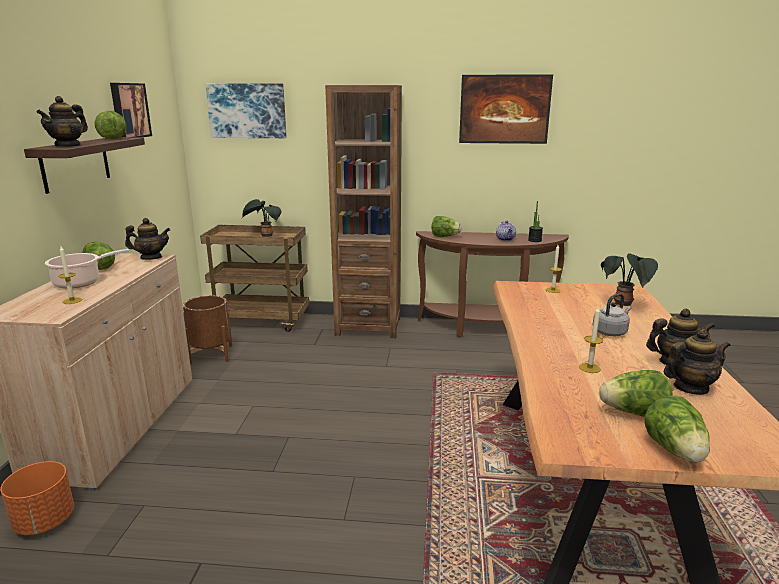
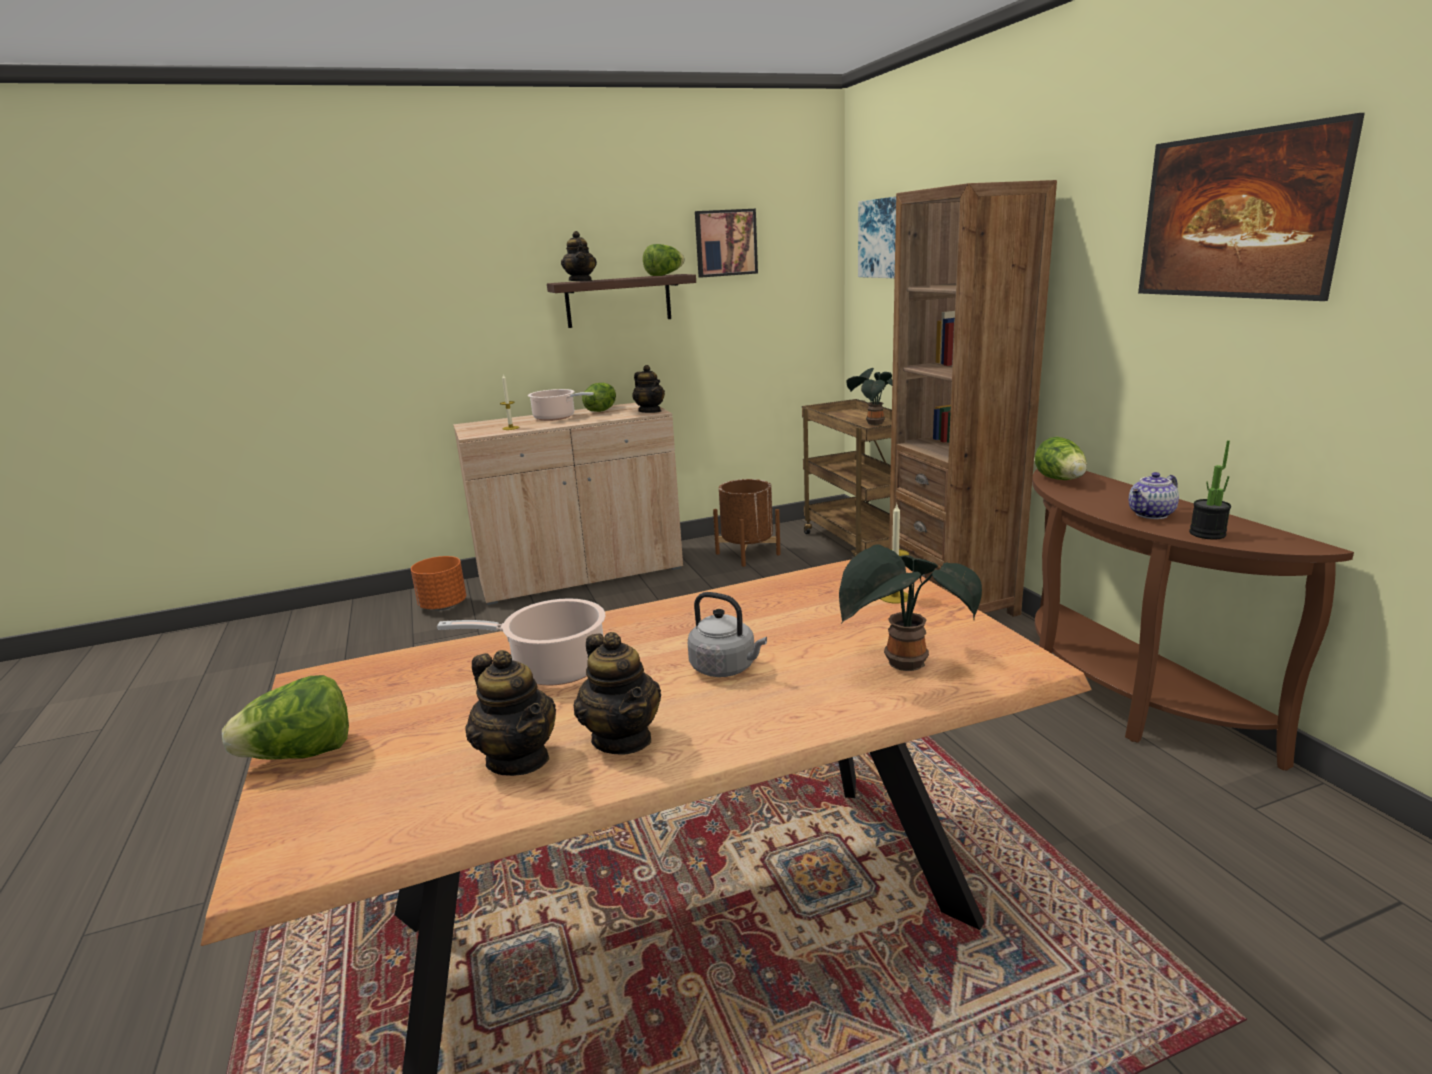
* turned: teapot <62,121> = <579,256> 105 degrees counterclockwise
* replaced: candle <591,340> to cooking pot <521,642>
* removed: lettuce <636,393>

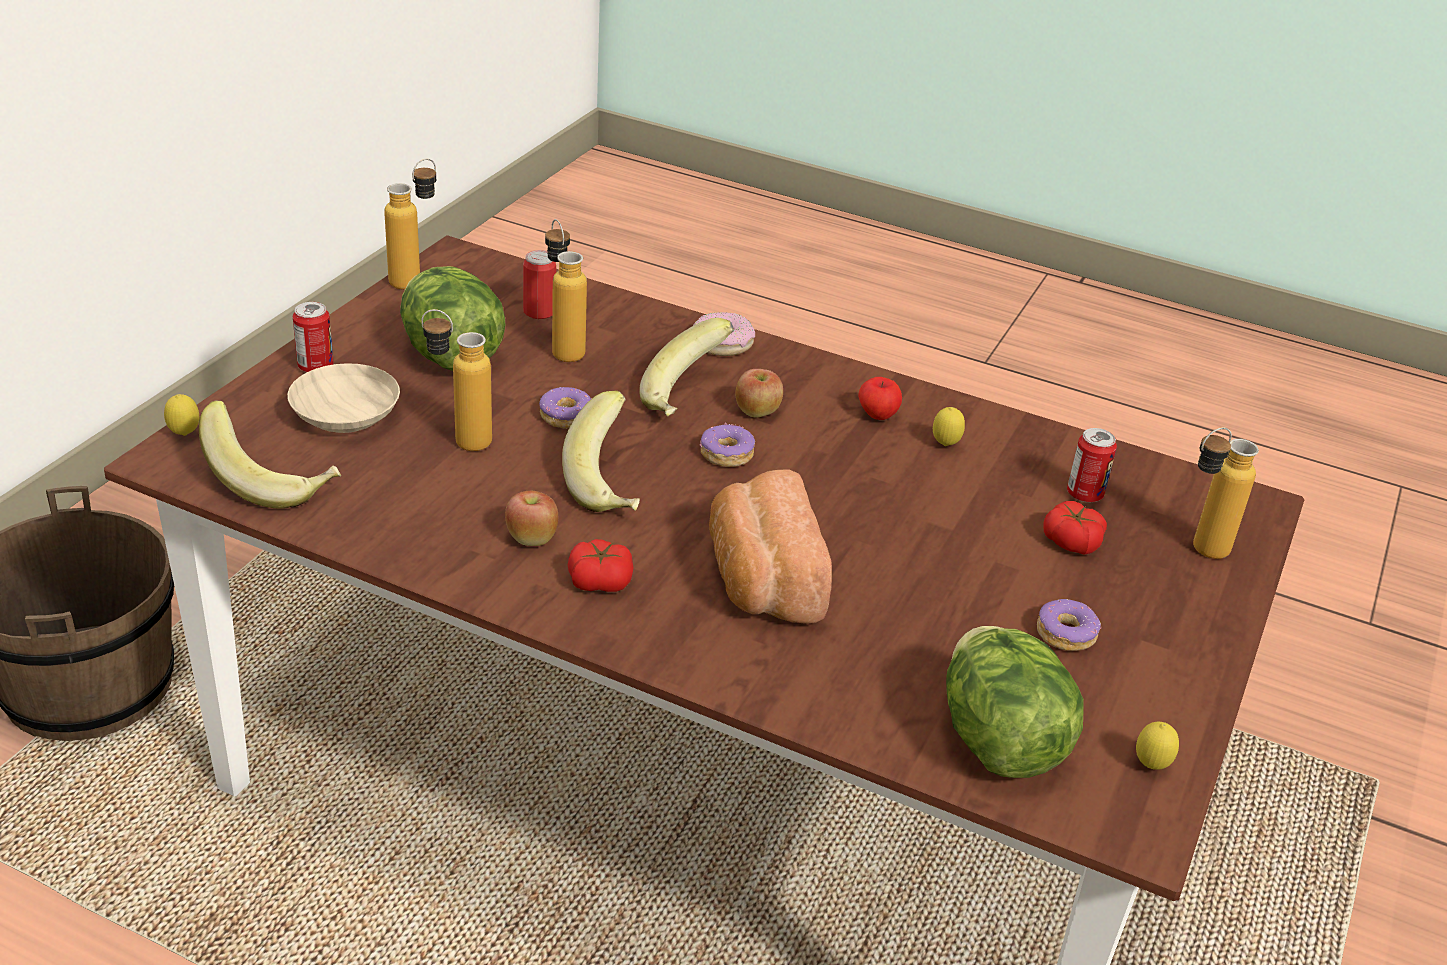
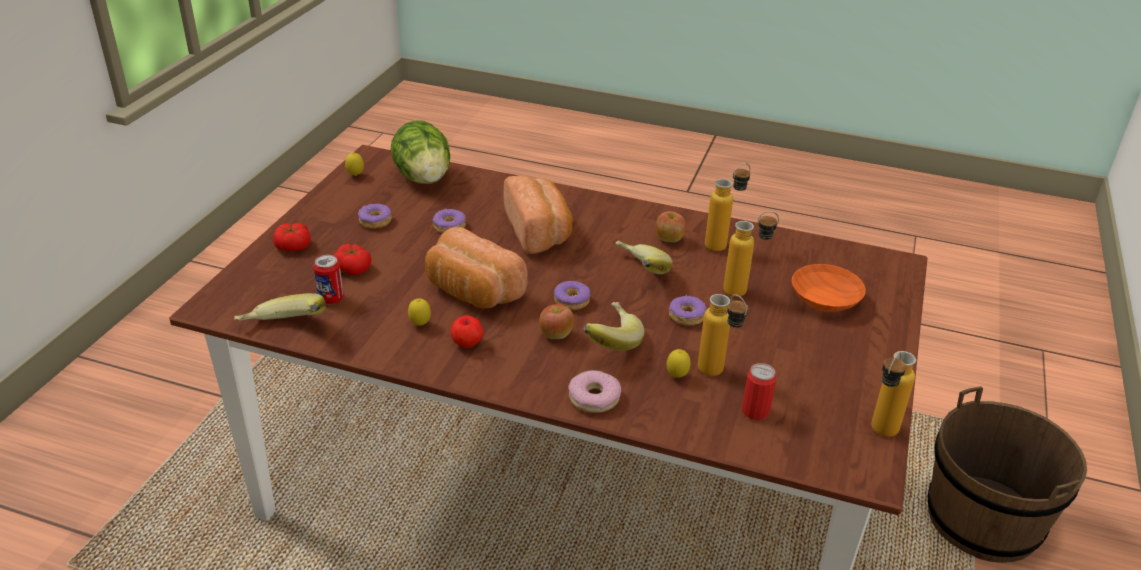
* removed: lettuce <453,318>
* removed: can <313,337>
* recoloured: bowl (beige) <343,398> to bowl (orange) <829,288>
* moved: lemon <181,415> to <679,363>
* moved: banana <270,454> to <280,307>
* moved: bottle <1226,493> to <727,207>
* moved: tomato <600,565> to <292,237>
* added: donut <449,221>
* added: bread <476,267>

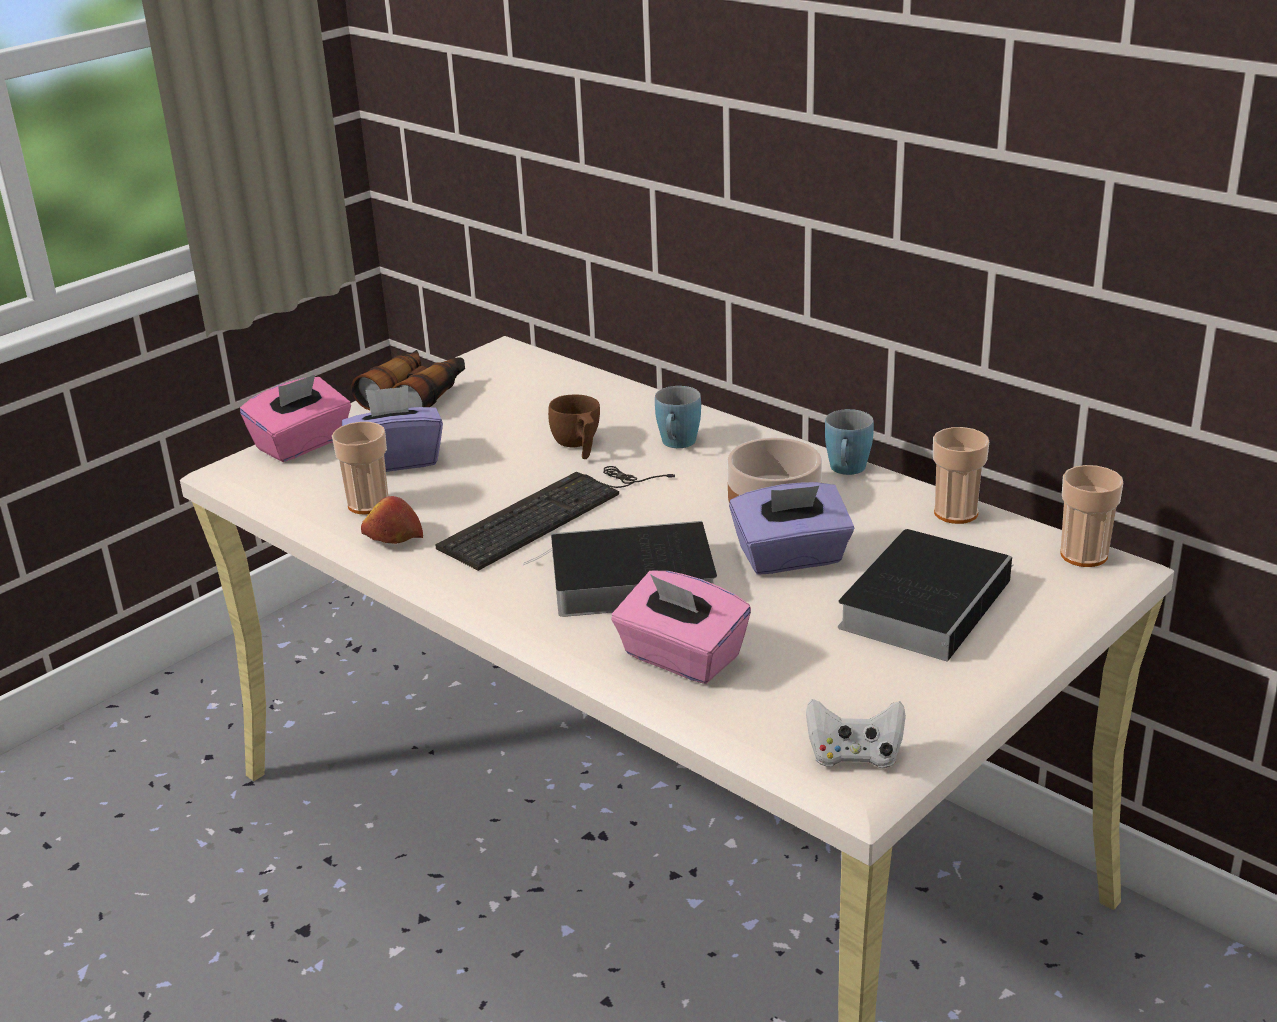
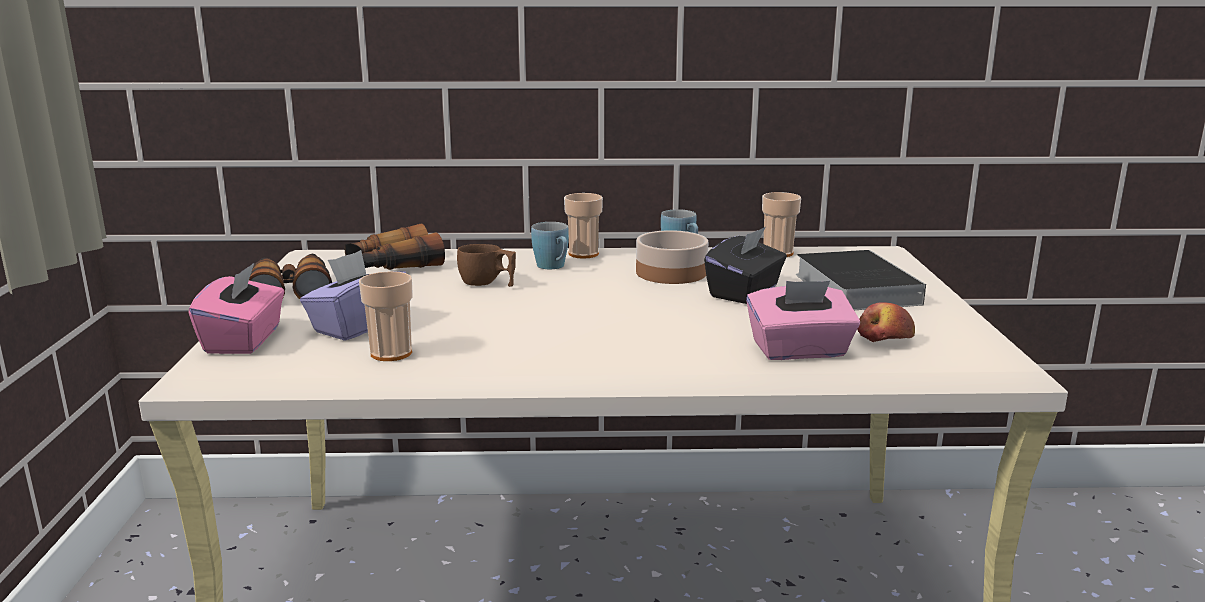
* moved: cup <1091,516> to <583,225>
* removed: keyboard <555,518>
* recoloured: tissue box (purple) <791,528> to tissue box (black) <745,265>
* moved: apple <392,520> to <886,322>
* removed: book <620,569>
* removed: game controller (white) <856,733>
* added: binoculars <394,247>

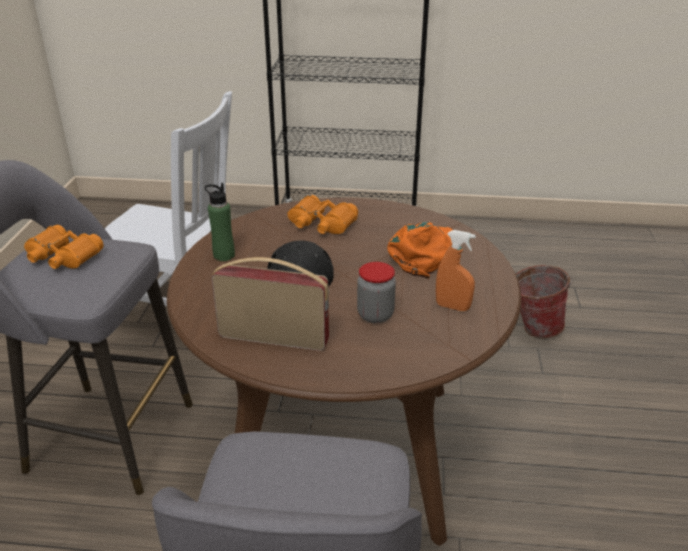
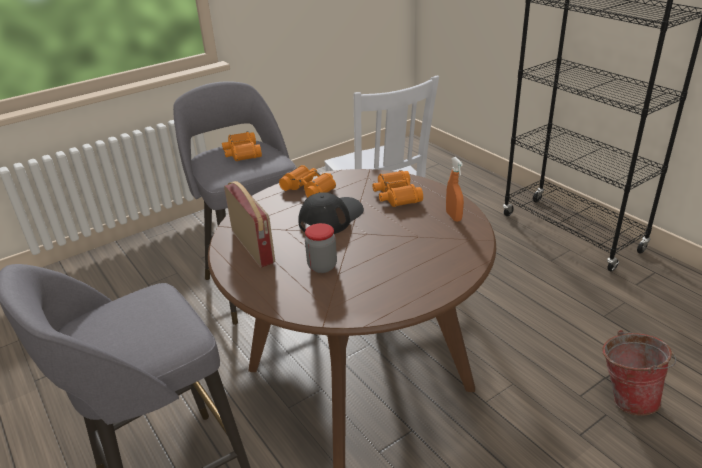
* replaced: bottle (green) <220,222> to binoculars (orange) <307,181>
* removed: cap (orange) <420,250>
* moved: spray bottle (orange) <456,270> to <455,189>

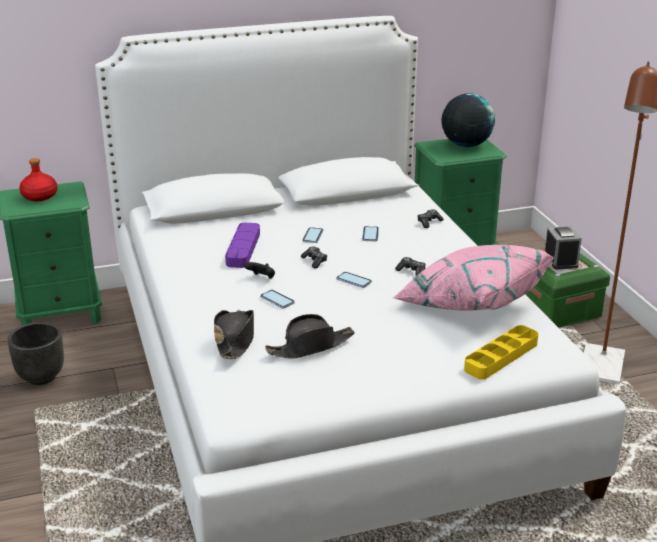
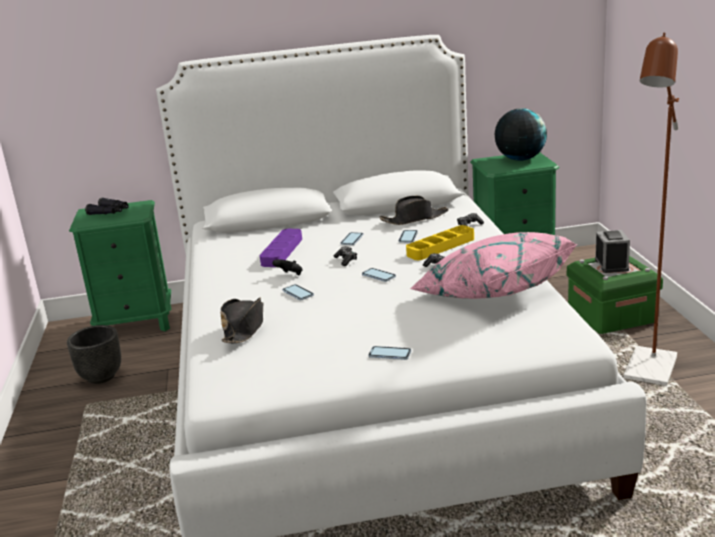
* replaced: bottle (red) <38,179> to binoculars (black) <107,206>
* moved: hat (black) <310,336> to <414,210>
* moved: tray (yellow) <501,352> to <440,242>
* added: phone <389,353>

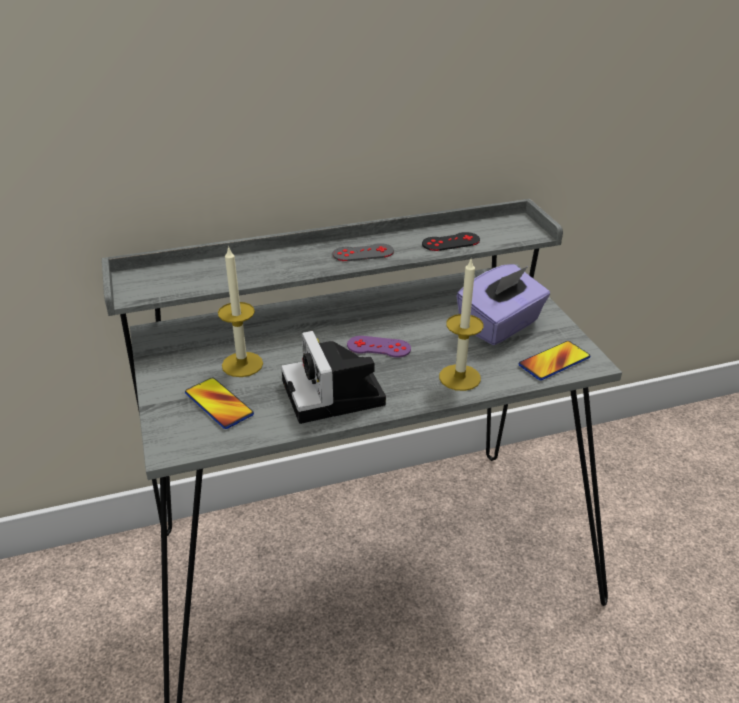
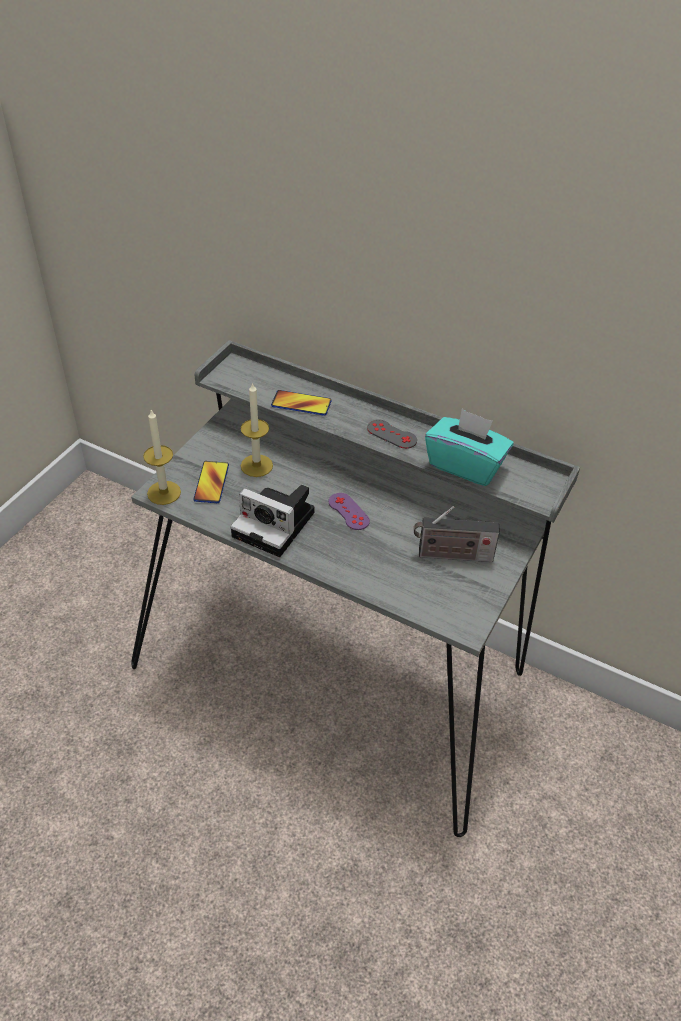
* replaced: game controller (black) <451,241> to tissue box (turquoise) <469,447>
* moved: candle <461,324> to <162,457>
* replaced: tissue box (purple) <503,304> to radio <457,534>
* turned: photo camera <333,377> = <273,521> 90 degrees counterclockwise
* moved: phone <554,360> to <301,403>

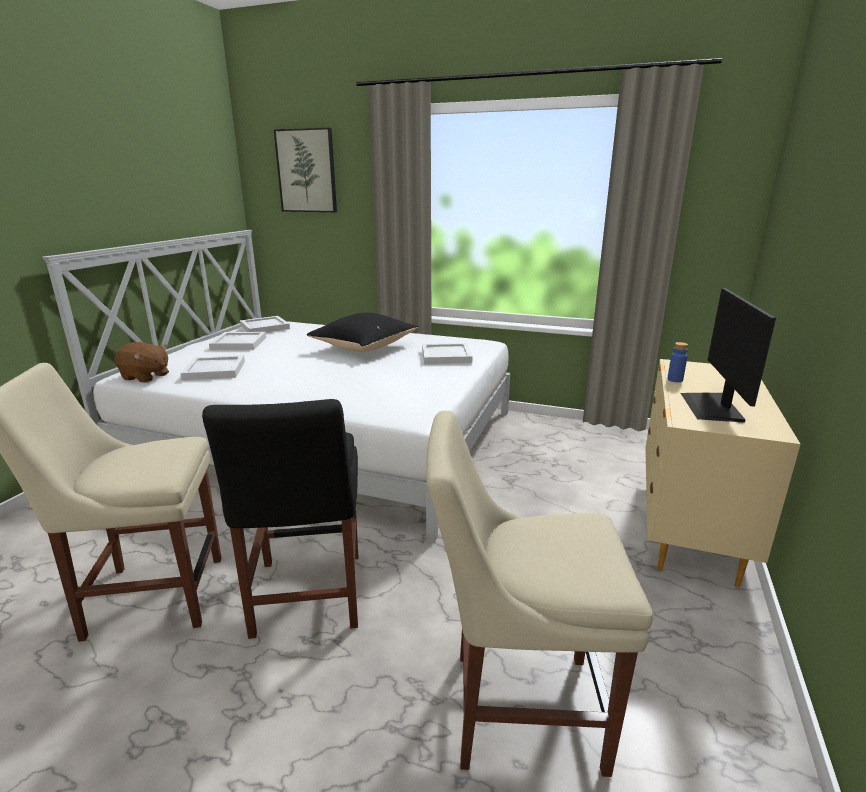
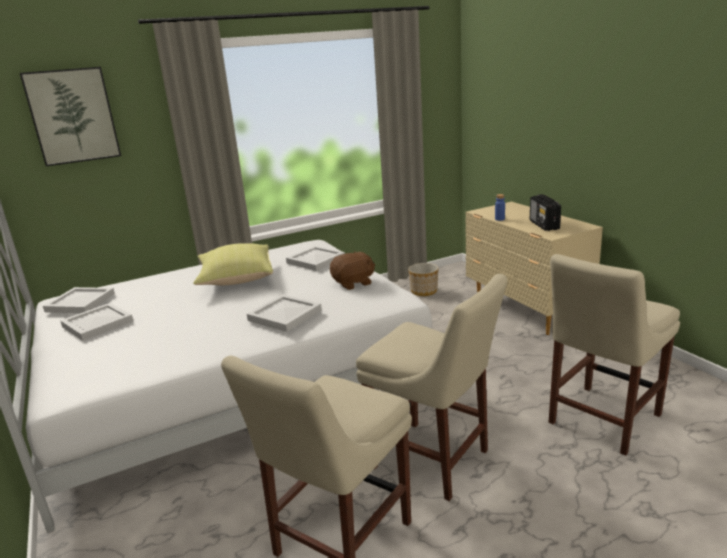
* replaced: monitor <728,355> to radio <545,212>
* recoloured: pillow (black) <362,332> to pillow (yellow) <233,264>
* moved: plush toy (brown) <142,362> to <352,270>
* moved: tray (white) <212,367> to <284,313>
* recoloured: chair (black) <280,519> to chair (beige) <431,387>
* added: planter <423,279>

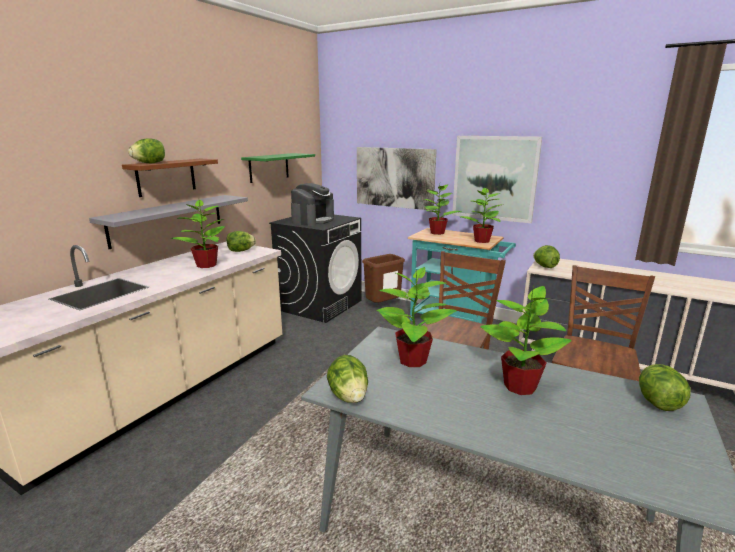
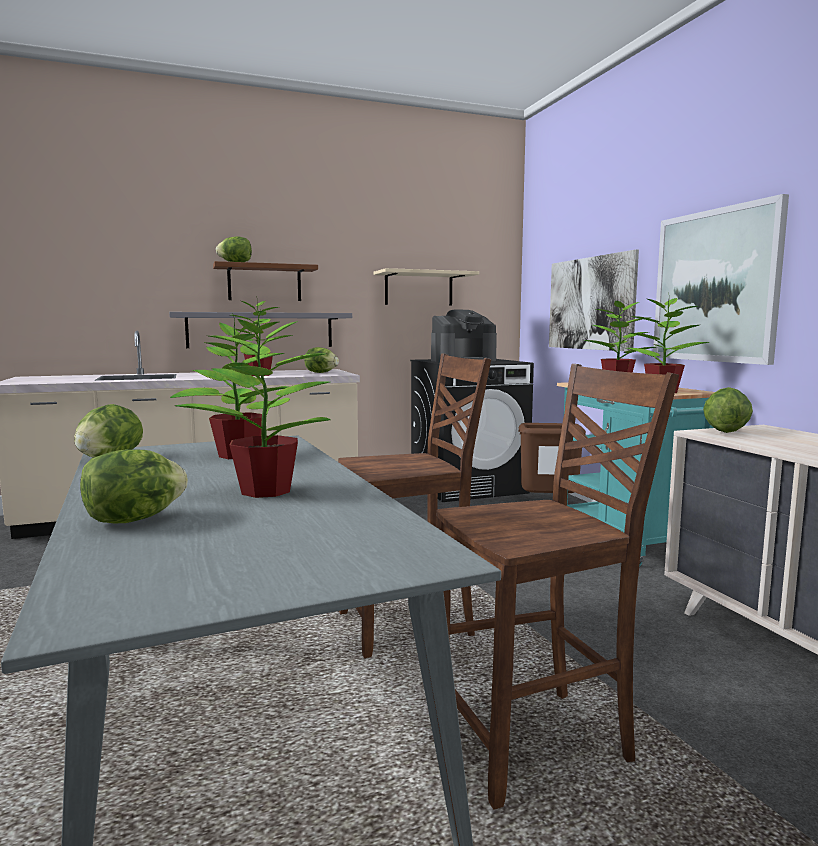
* recoloured: shelf (green) <278,168> to shelf (beige) <426,286>
* moved: lettuce <665,387> to <134,486>

